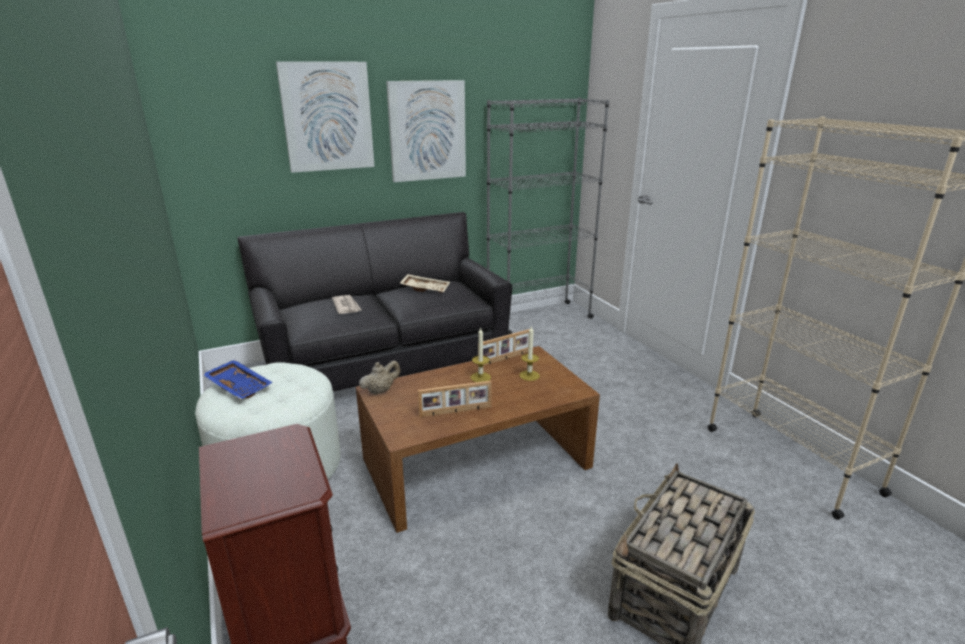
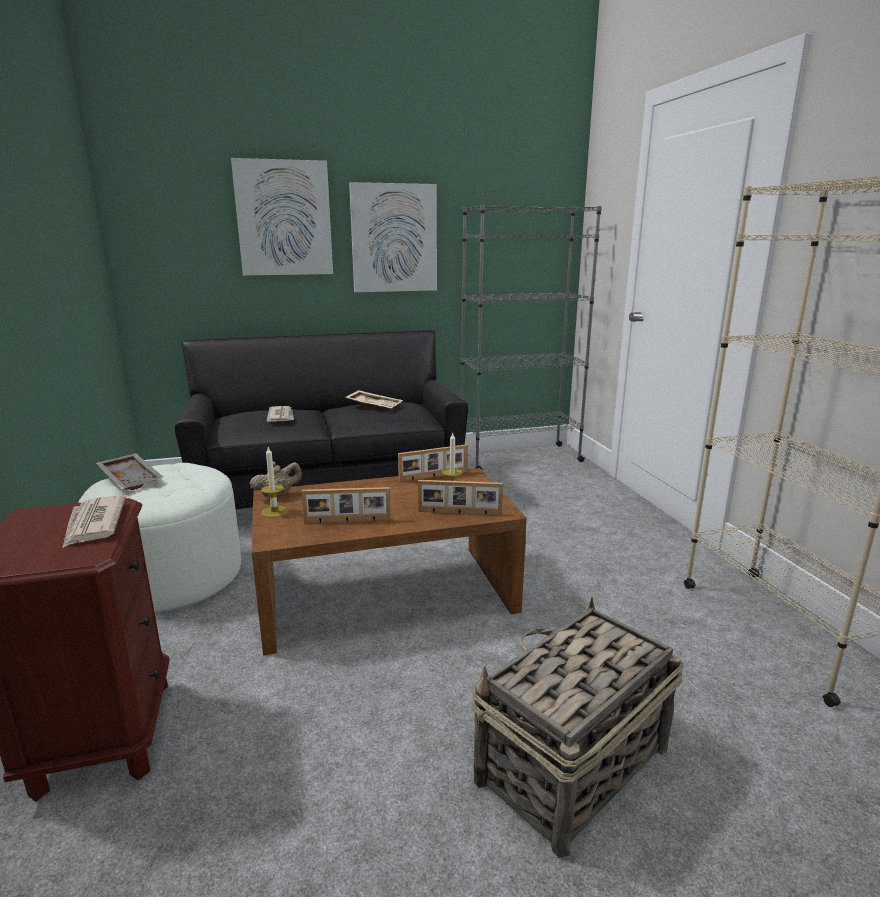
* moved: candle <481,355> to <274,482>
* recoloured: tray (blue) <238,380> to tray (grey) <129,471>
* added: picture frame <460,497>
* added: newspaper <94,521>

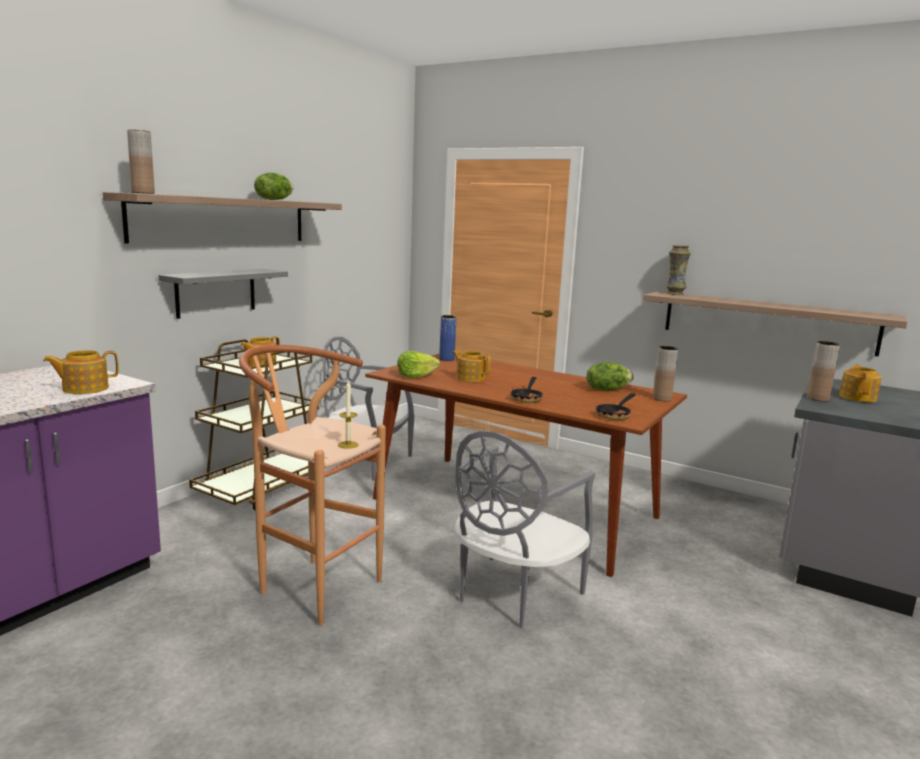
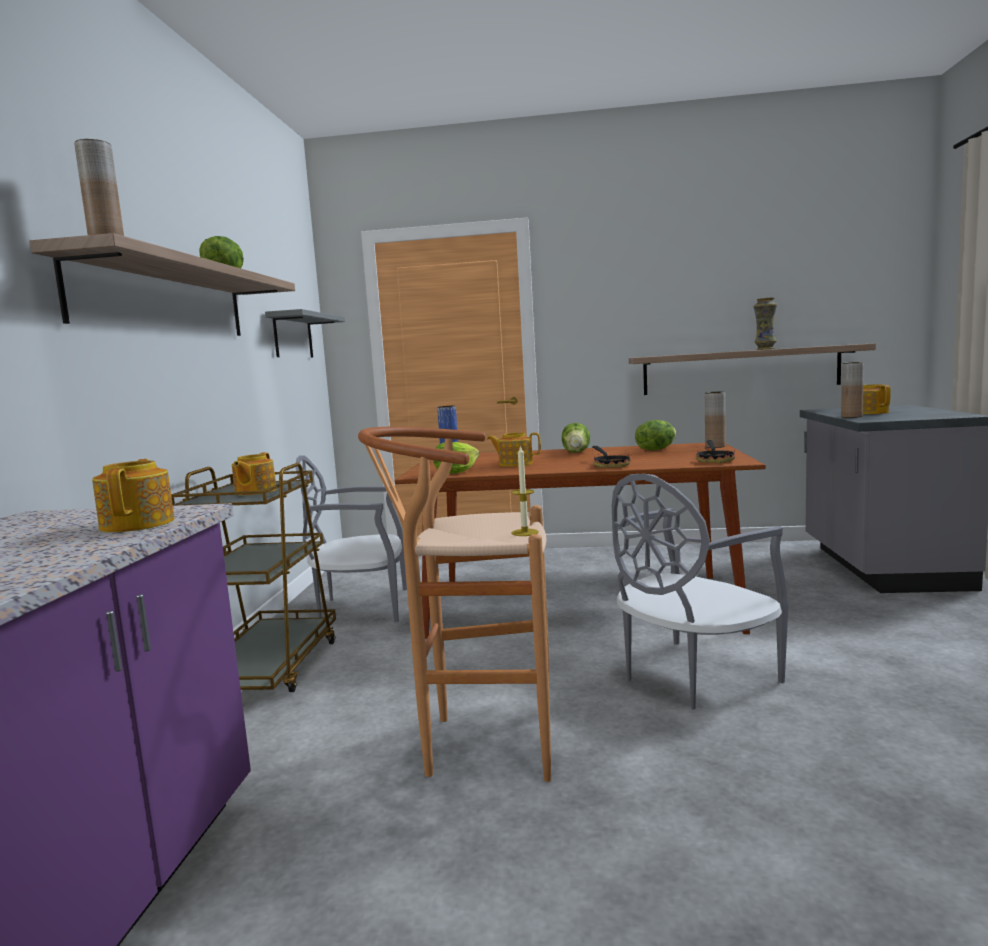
* moved: vase <678,270> to <765,323>
* moved: shelf (grey) <223,294> to <305,333>
* turned: teapot <81,372> = <133,495> 135 degrees clockwise
* turned: chair (grey) <524,529> = <700,592> 45 degrees clockwise
* added: lettuce <576,438>

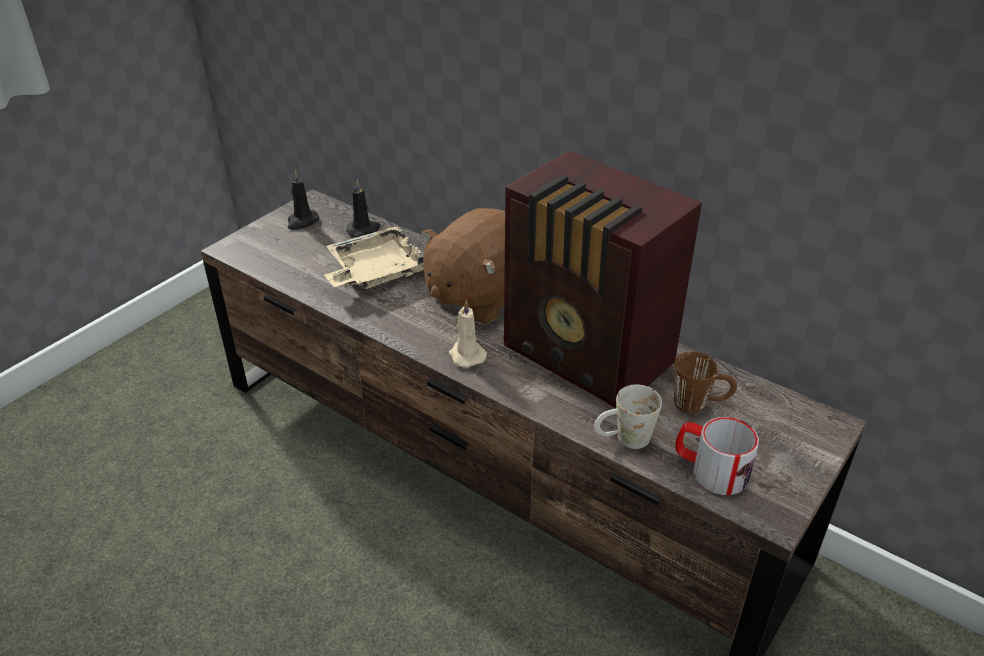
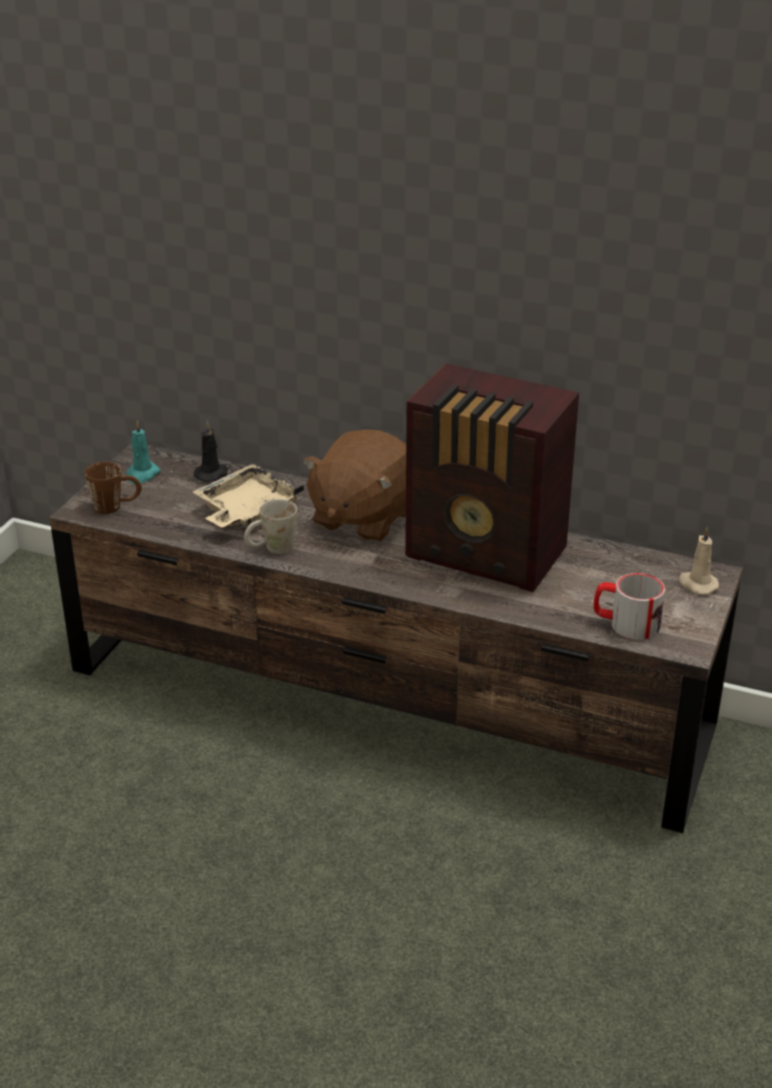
* recoloured: candle (black) <303,200> to candle (turquoise) <143,452>
* moved: candle (beige) <468,334> to <699,561>
* moved: mug (brown) <705,382> to <113,488>
* moved: mug (white) <628,416> to <270,526>

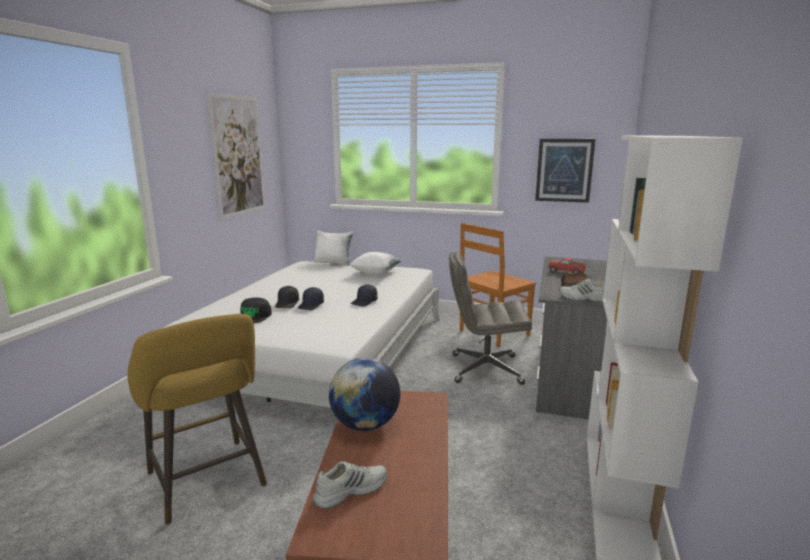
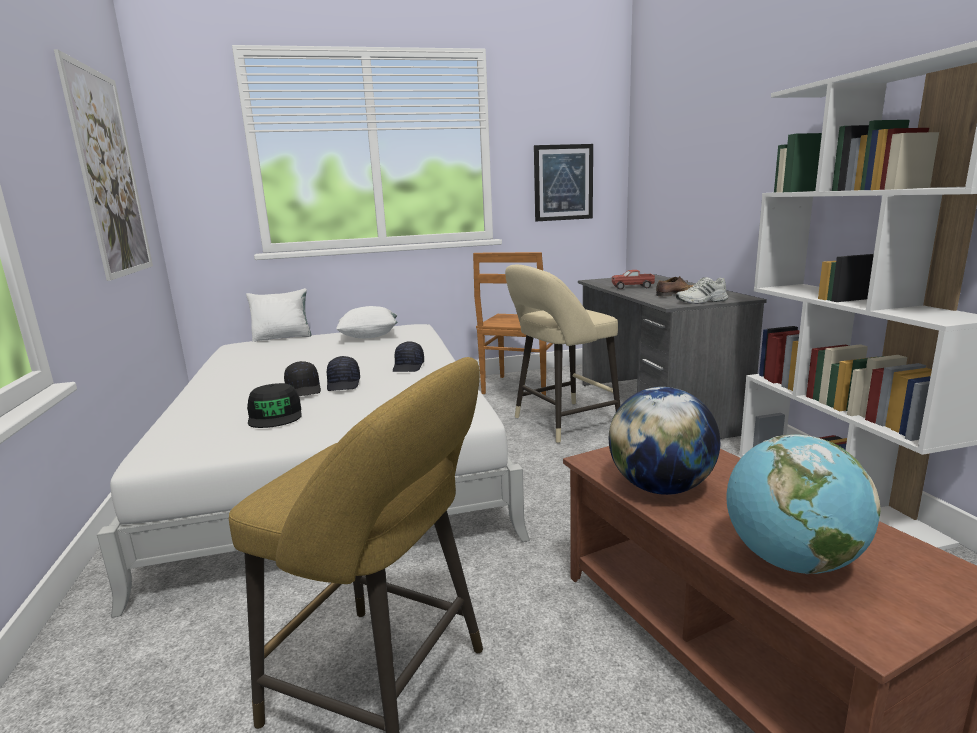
* replaced: office chair (grey) <490,318> to stool (beige) <562,354>
* replaced: shoe (white) <350,485> to globe <803,504>

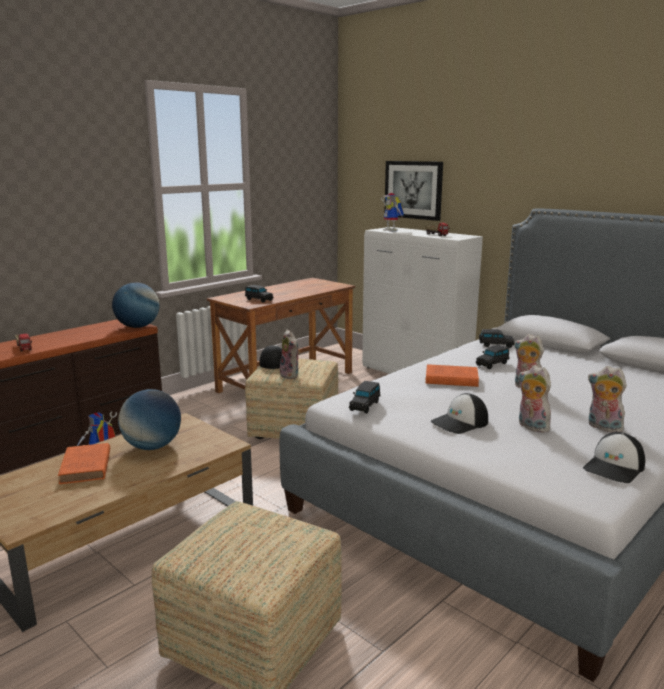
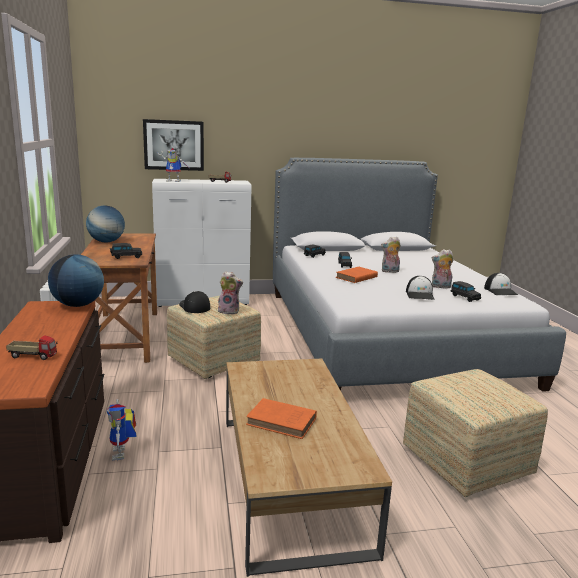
* removed: plush toy <607,399>
* moved: toy car (black) <364,397> to <466,291>
* moved: globe <149,419> to <105,224>

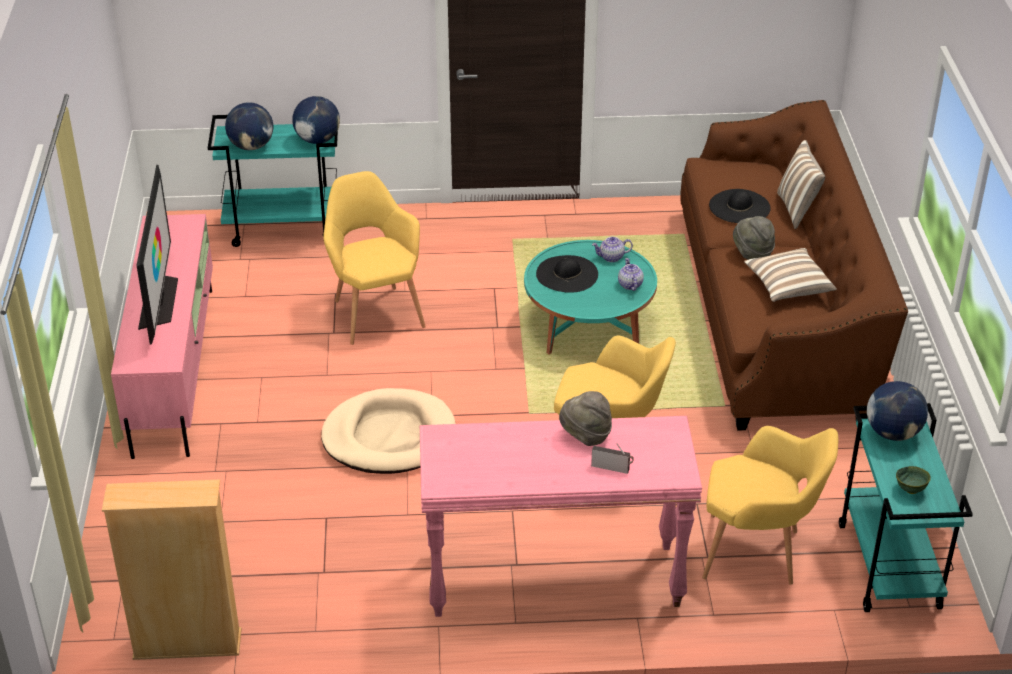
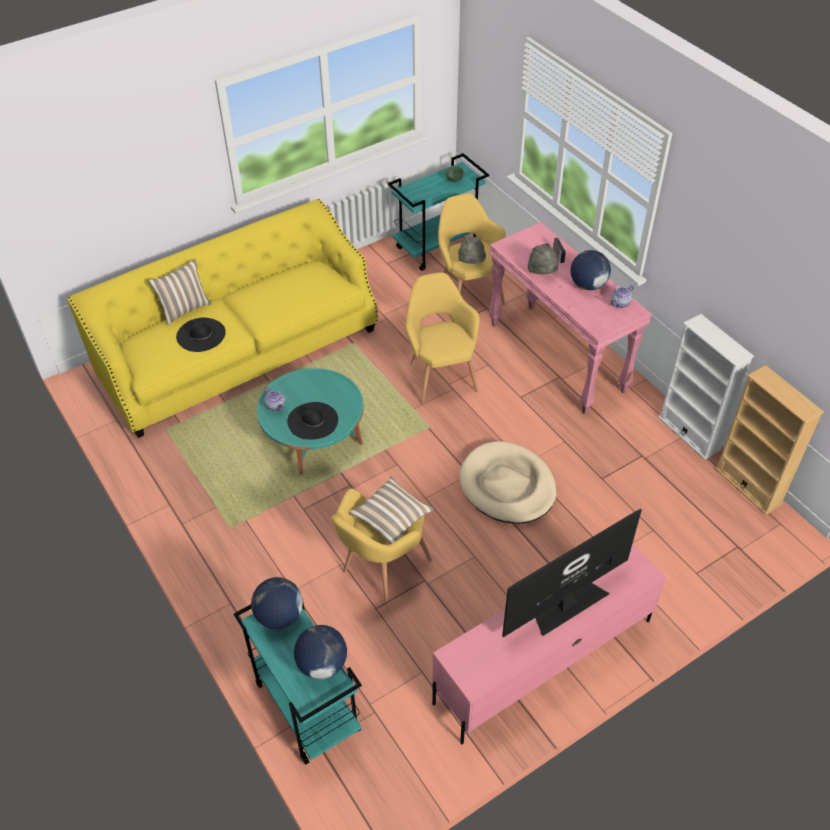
* recoloured: sofa (brown) <794,265> to sofa (yellow) <222,318>
* moved: hat (grey) <754,238> to <472,250>
* moved: pillow <790,275> to <391,510>
* moved: teapot <631,274> to <622,296>
* moved: globe <897,411> to <590,270>
* added: bookcase (white) <706,387>

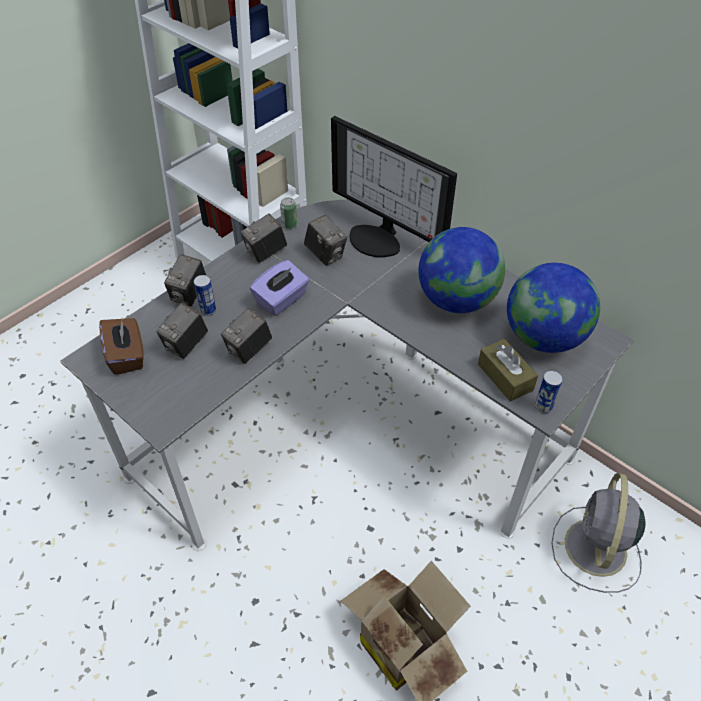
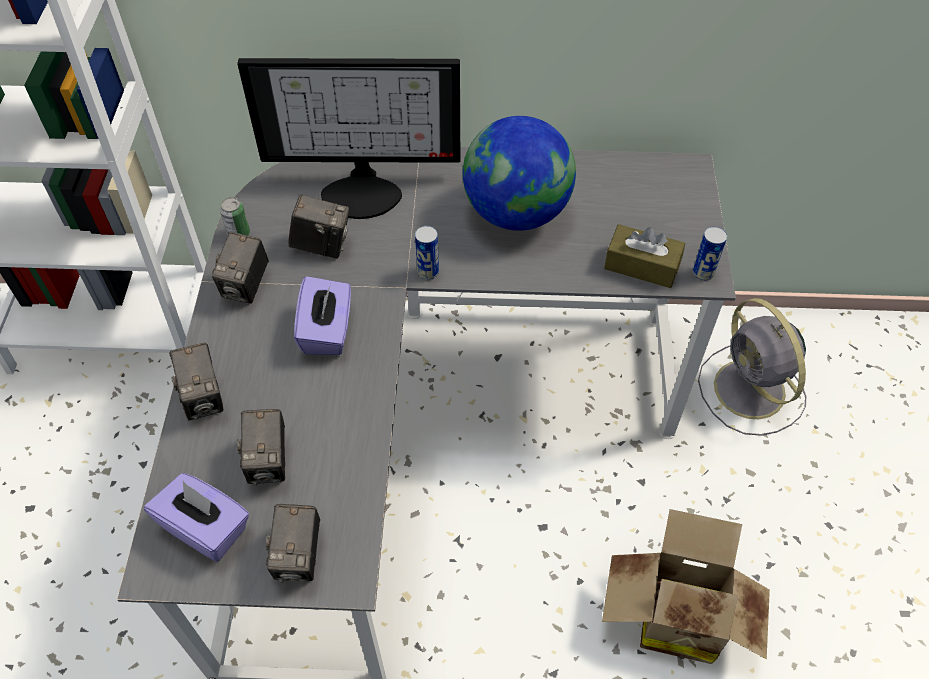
* removed: globe <553,308>
* moved: can <205,295> to <427,253>
* moved: photo camera <246,336> to <293,543>
* recoloured: tissue box (brown) <121,346> to tissue box (purple) <196,517>

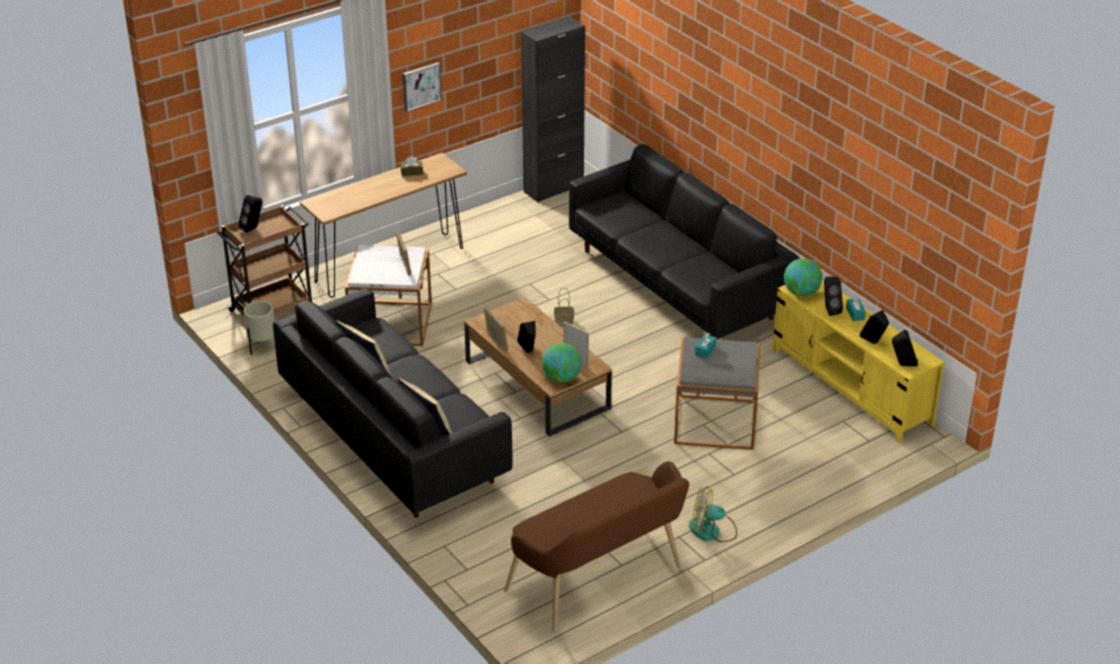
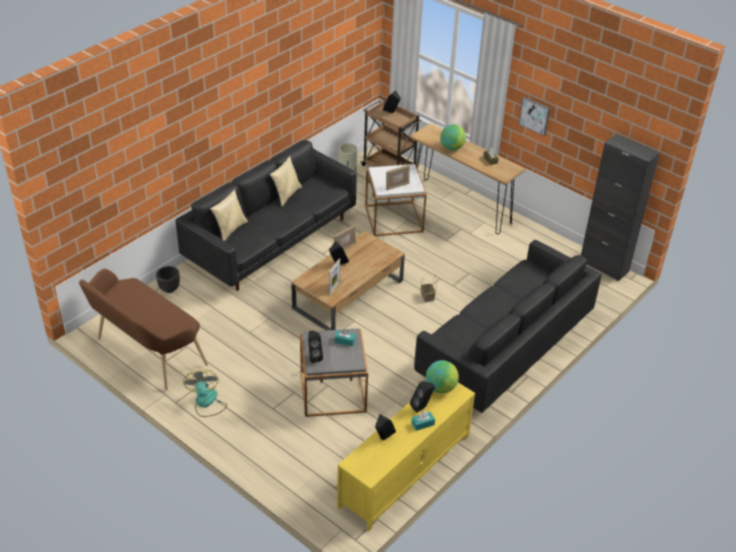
* moved: speaker (black) <905,348> to <315,346>
* moved: globe <562,363> to <453,137>
* added: planter (black) <168,279>

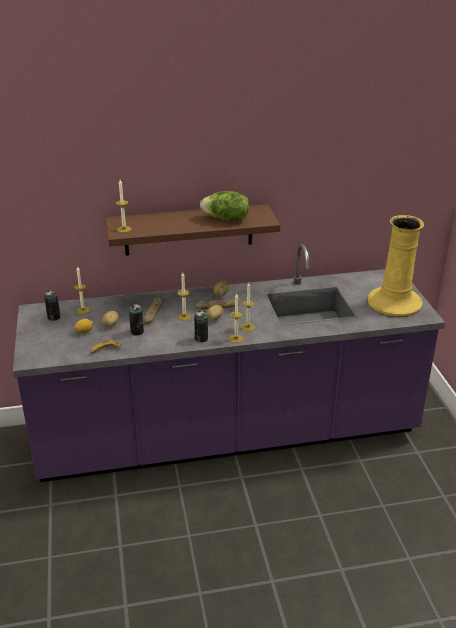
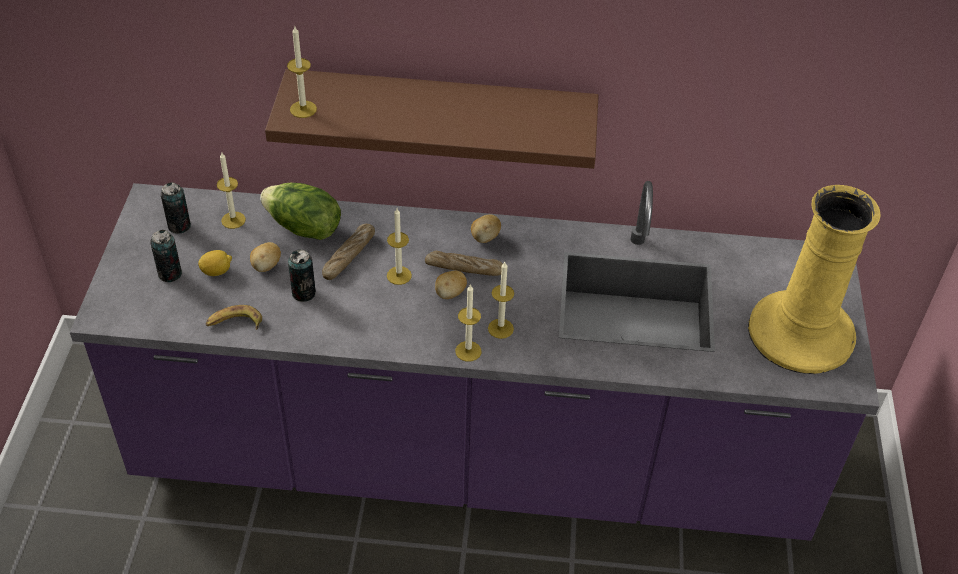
* moved: lettuce <224,206> to <300,211>
* moved: can <201,326> to <166,256>

